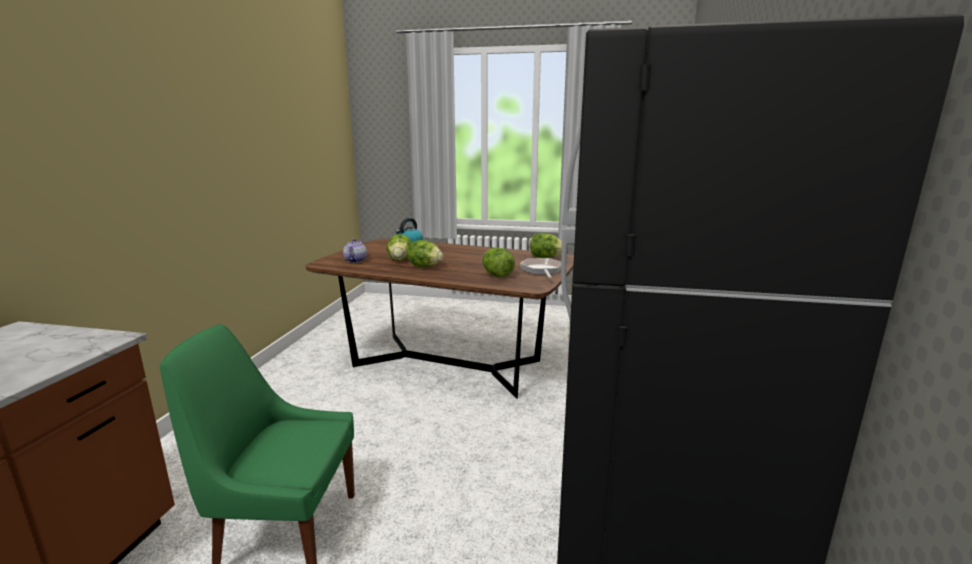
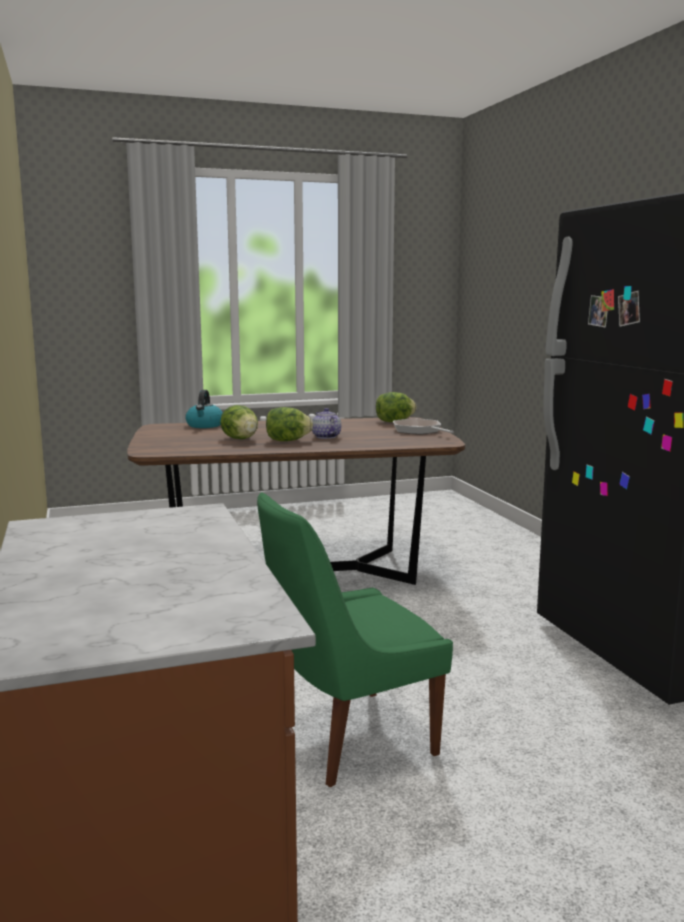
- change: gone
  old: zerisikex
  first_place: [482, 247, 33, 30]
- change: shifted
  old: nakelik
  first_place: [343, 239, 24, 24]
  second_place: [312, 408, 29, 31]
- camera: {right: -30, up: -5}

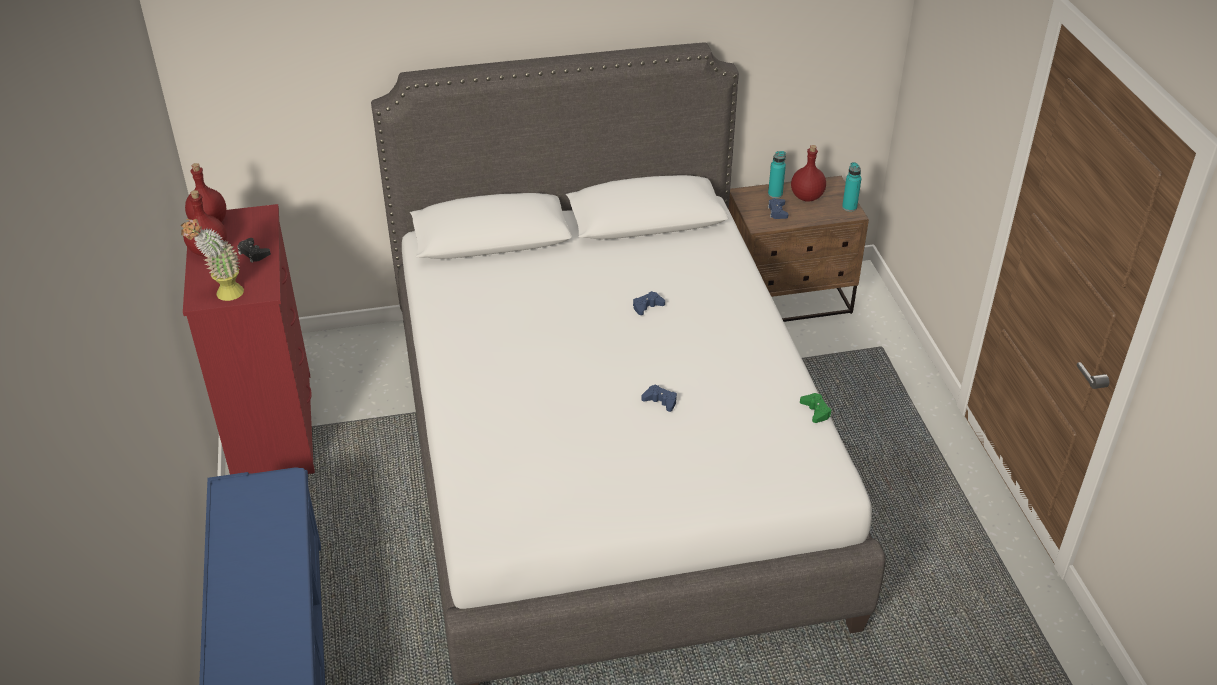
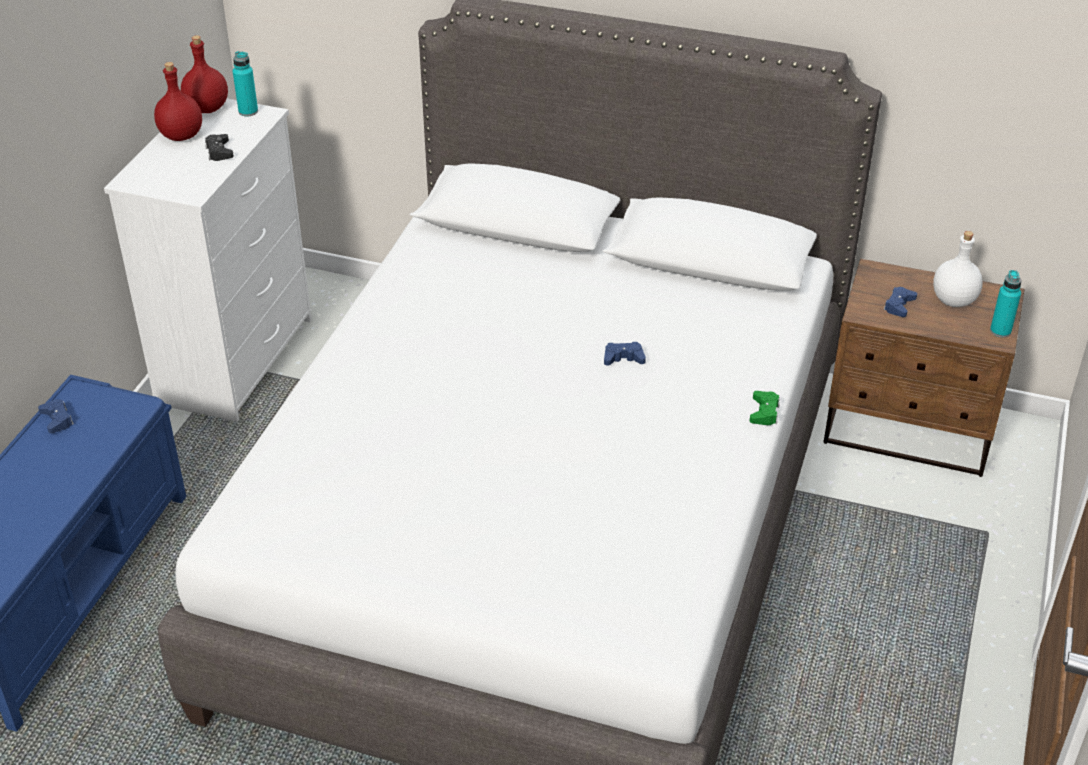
- change: gone
  old: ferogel
  first_place: [181, 219, 63, 82]
- change: shifted
  old: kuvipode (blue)
  first_place: [641, 385, 36, 27]
  second_place: [38, 399, 36, 34]
- change: shifted
  old: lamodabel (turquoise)
  first_place: [768, 151, 18, 47]
  second_place: [233, 51, 25, 66]
- change: shifted
  old: kuvipode (green)
  first_place: [800, 393, 32, 30]
  second_place: [750, 391, 30, 34]
- change: repainted
  old: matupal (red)
  new: matupal (white)
  first_place: [183, 204, 132, 270]
  second_place: [104, 99, 208, 323]
- change: repainted
  old: lamodabel (red)
  new: lamodabel (white)
  first_place: [791, 145, 35, 57]
  second_place: [933, 231, 50, 76]
- camera: {right: 30, up: 0}

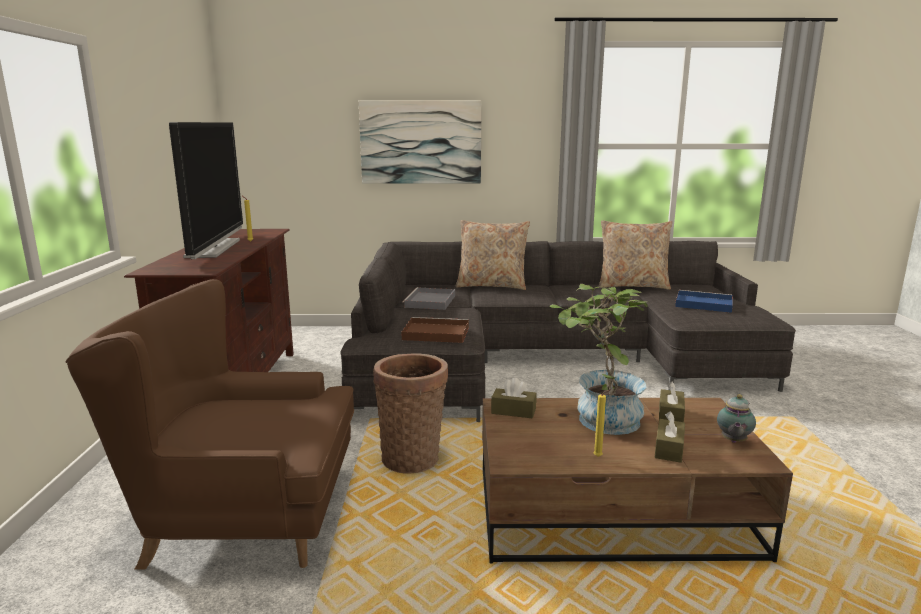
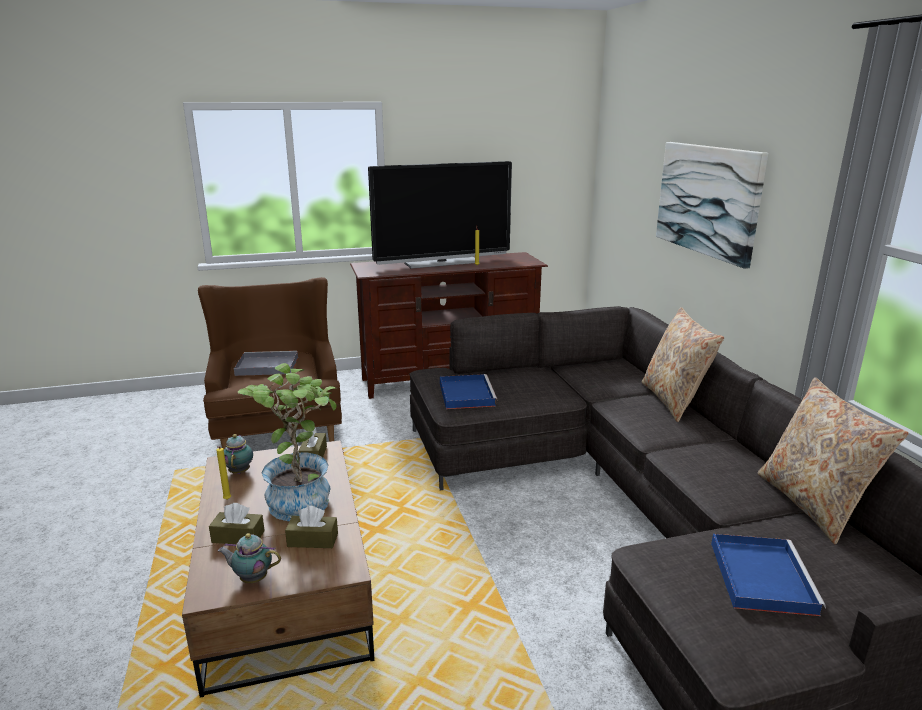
- change: gone
  old: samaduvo
  first_place: [373, 354, 75, 120]
- change: new
  new: nakelik
  second_place: [224, 434, 29, 40]
- change: shifted
  old: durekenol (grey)
  first_place: [403, 287, 52, 23]
  second_place: [234, 351, 64, 25]
- change: repainted
  old: durekenol (brown)
  new: durekenol (blue)
  first_place: [402, 317, 67, 26]
  second_place: [440, 374, 58, 35]
- camera: {right: 75, up: 5}

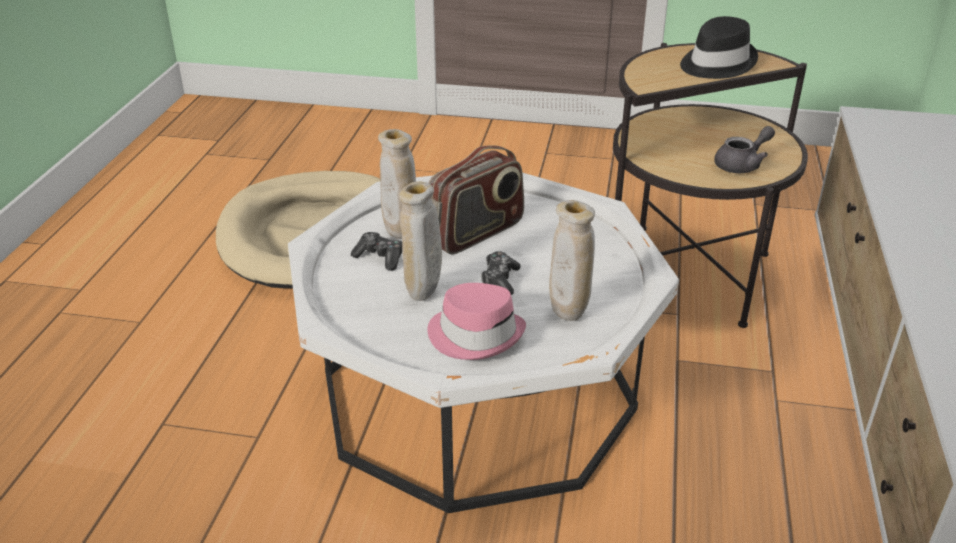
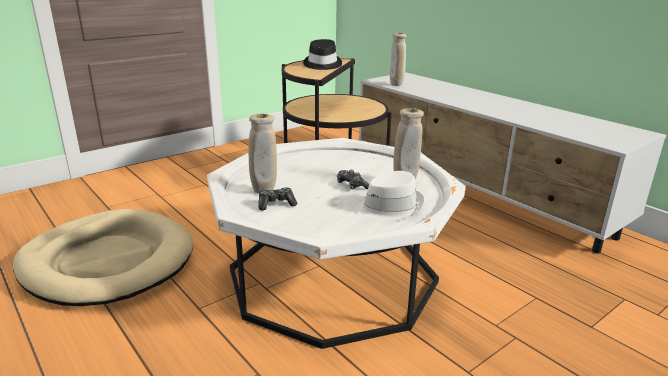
- change: gone
  old: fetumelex
  first_place: [429, 145, 95, 109]
- change: gone
  old: nakelik (grey)
  first_place: [714, 126, 61, 47]
- change: shifted
  old: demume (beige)
  first_place: [399, 181, 43, 120]
  second_place: [390, 33, 16, 53]
- change: repainted
  old: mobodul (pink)
  new: mobodul (white)
  first_place: [428, 283, 98, 77]
  second_place: [356, 171, 68, 50]
- camera: {right: -50, up: -10}

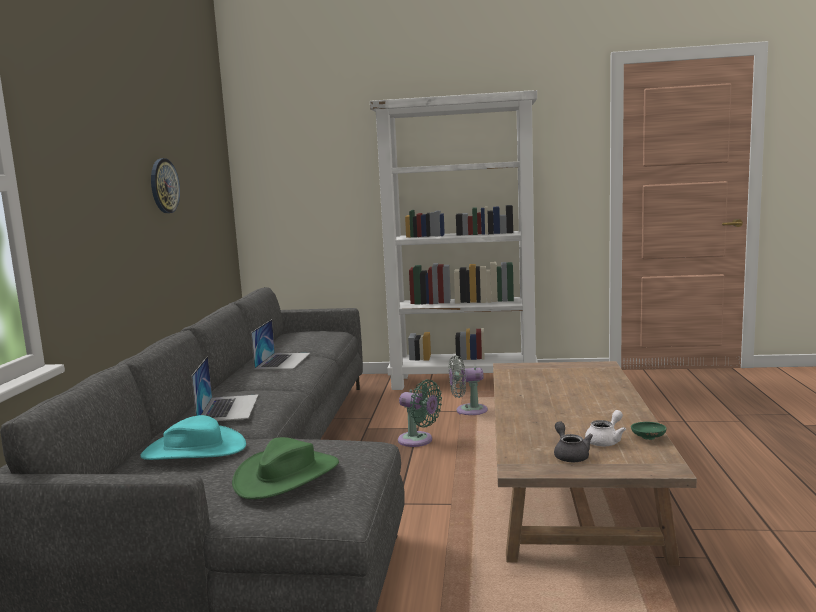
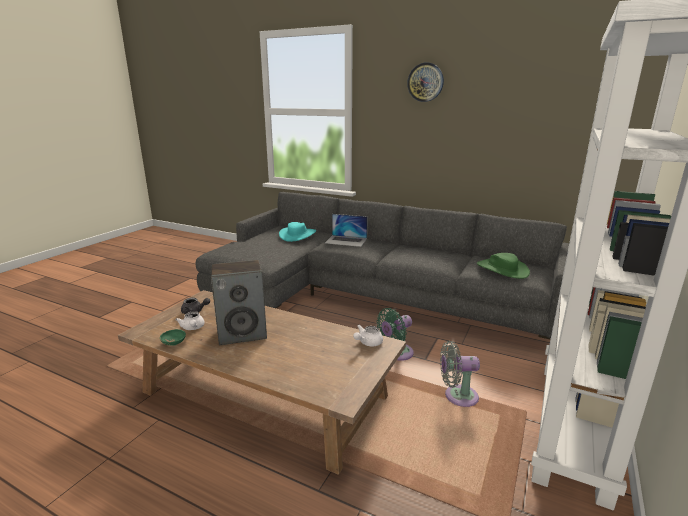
- change: gone
  old: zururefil
  first_place: [251, 319, 59, 50]
- change: new
  new: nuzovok
  second_place: [211, 260, 56, 85]
- change: new
  new: nakelik (white)
  second_place: [353, 325, 30, 21]
- change: shifted
  old: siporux
  first_place: [151, 158, 29, 55]
  second_place: [407, 62, 37, 40]
- change: shifted
  old: mobodul (green)
  first_place: [232, 437, 107, 62]
  second_place: [477, 253, 53, 26]
- change: rotated
  old: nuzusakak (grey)
  first_place: [449, 355, 39, 60]
  second_place: [440, 341, 40, 66]
  degrees: -105
- camera: {right: 110, up: 10}

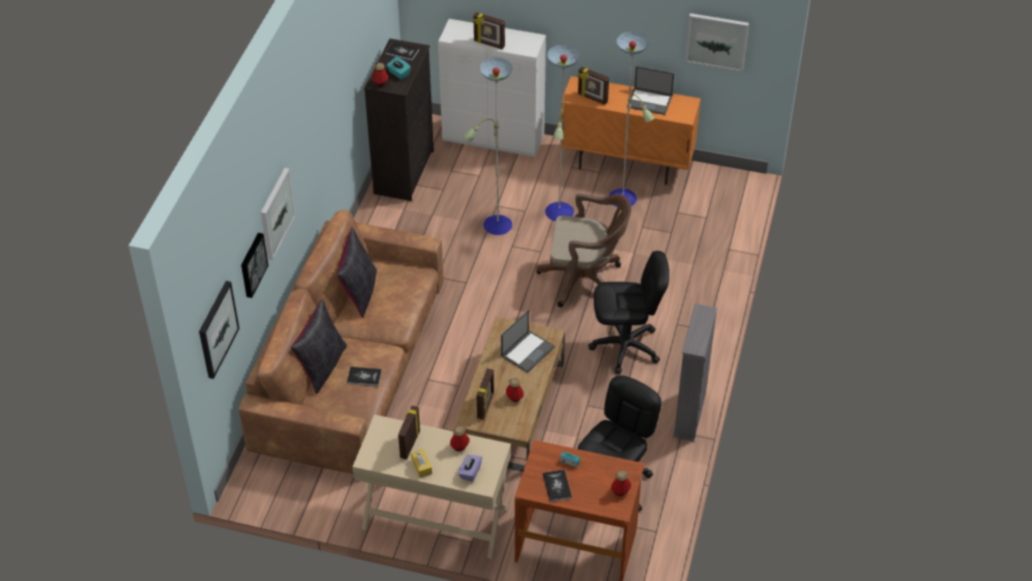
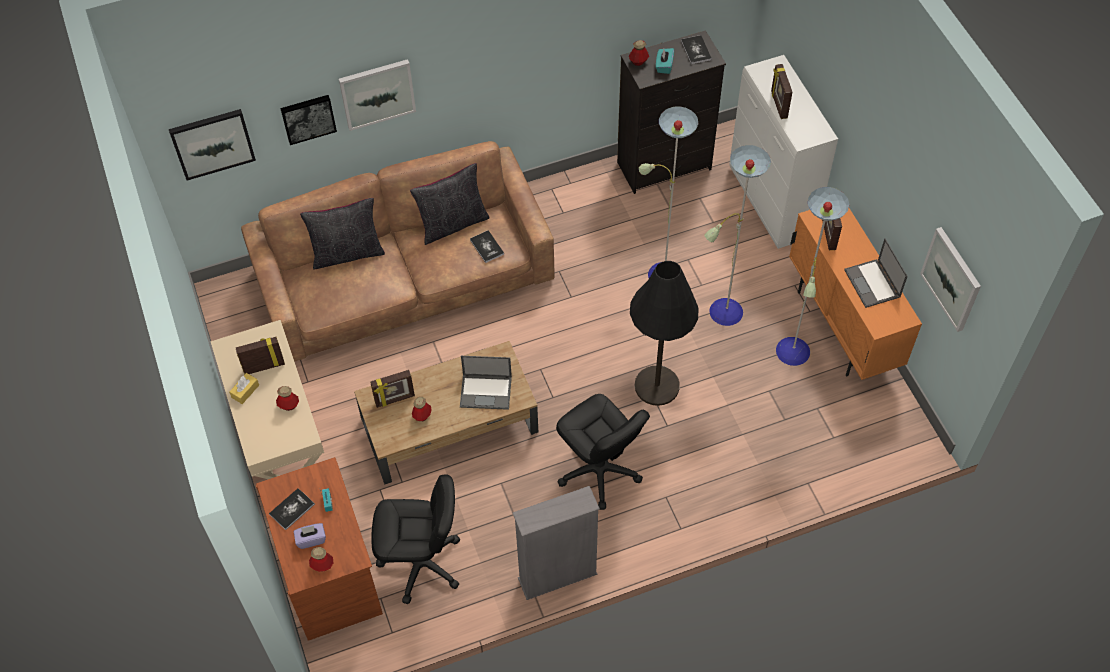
- change: shifted
  old: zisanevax
  first_place: [347, 367, 35, 19]
  second_place: [470, 230, 34, 33]
- change: shifted
  old: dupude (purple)
  first_place: [458, 455, 24, 27]
  second_place: [294, 523, 32, 26]
- change: swapped
  old: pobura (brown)
  new: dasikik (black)
  first_place: [536, 194, 95, 113]
  second_place: [630, 261, 69, 145]
- camera: {right: 55, up: 10}

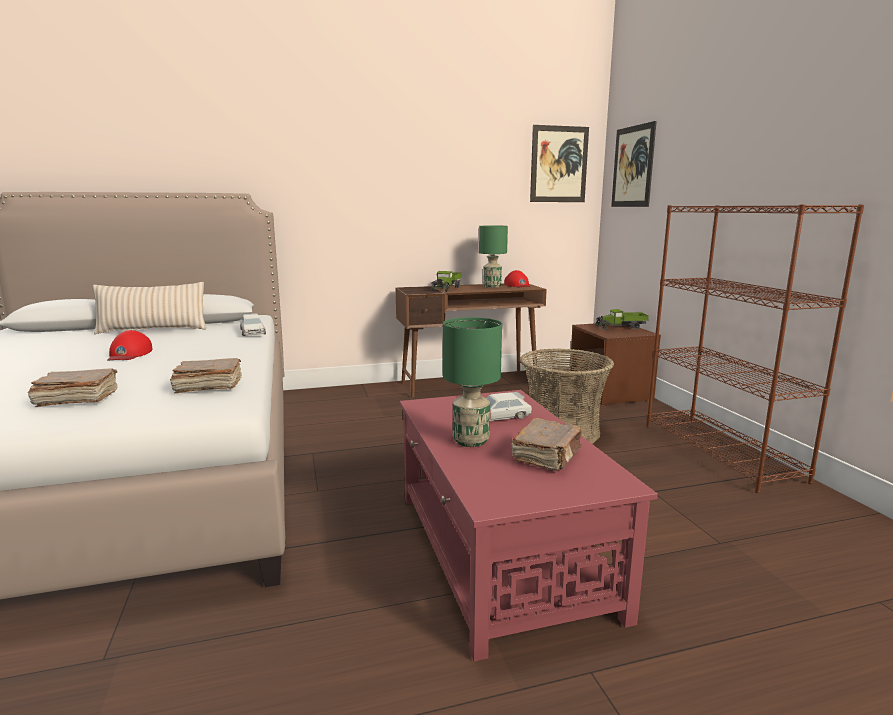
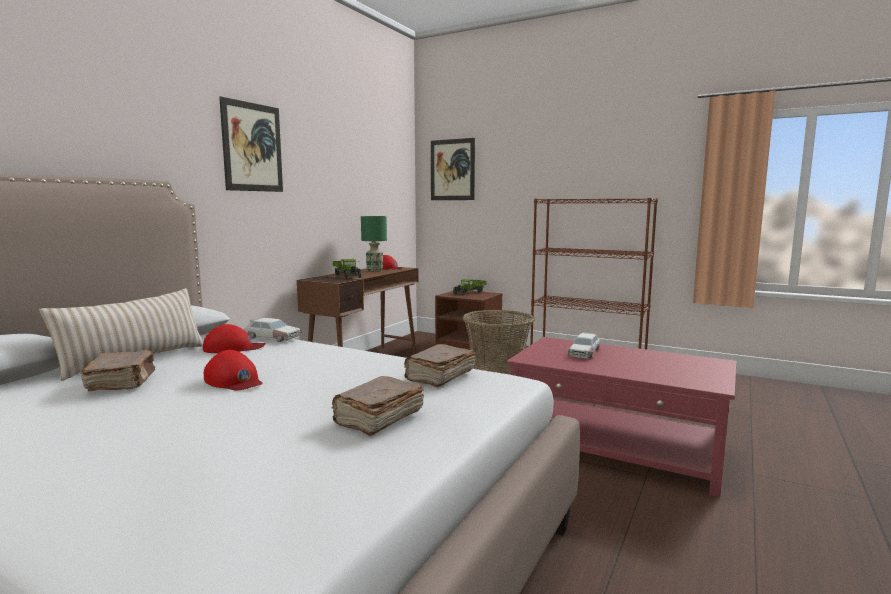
- change: gone
  old: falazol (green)
  first_place: [443, 317, 59, 130]
- change: new
  new: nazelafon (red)
  second_place: [203, 324, 63, 29]
- change: shifted
  old: zisanevax (brown)
  first_place: [511, 418, 71, 53]
  second_place: [81, 350, 74, 41]
- change: shifted
  old: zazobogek
  first_place: [530, 125, 59, 77]
  second_place: [219, 96, 64, 96]
- camera: {right: -45, up: -5}

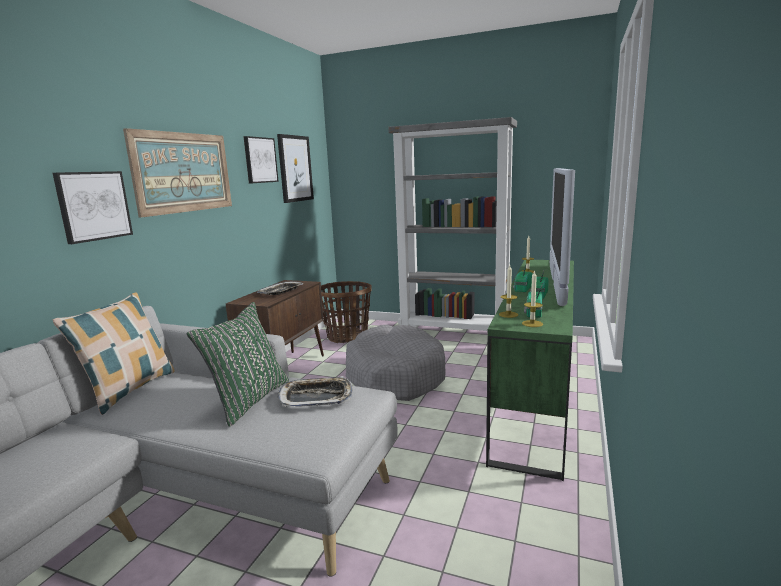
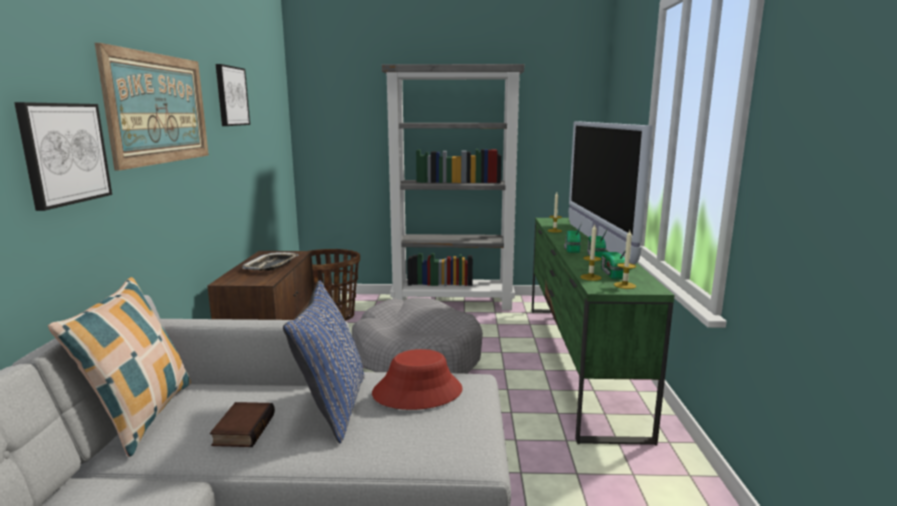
- change: gone
  old: zazobogek
  first_place: [277, 134, 37, 69]
- change: new
  new: zisanevax
  second_place: [210, 402, 65, 45]
- change: swapped
  old: durekenol
  new: mobodul (red)
  first_place: [277, 376, 76, 31]
  second_place: [372, 349, 91, 61]
- change: repainted
  old: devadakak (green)
  new: devadakak (blue)
  first_place: [187, 302, 102, 125]
  second_place: [283, 281, 82, 162]
- camera: {right: -20, up: 0}

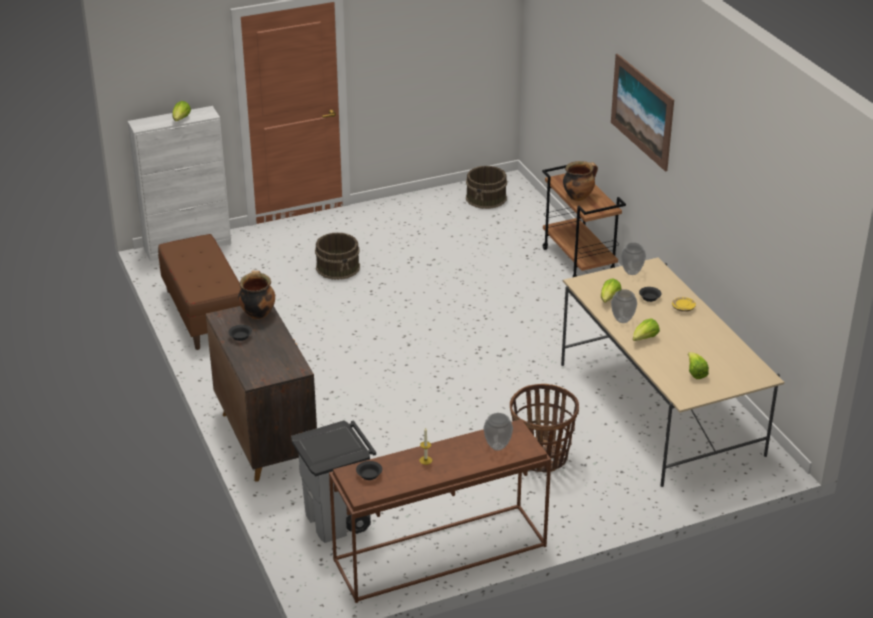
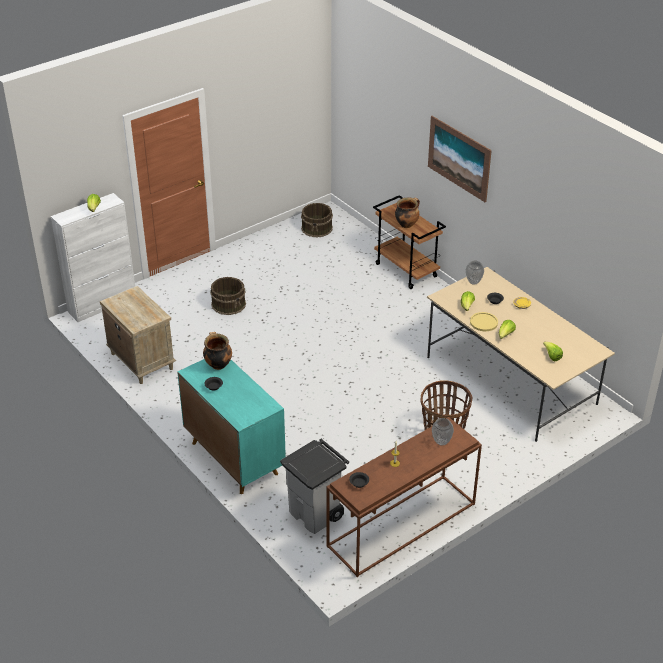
- change: swapped
  old: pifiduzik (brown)
  new: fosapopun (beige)
  first_place: [158, 234, 83, 116]
  second_place: [100, 286, 76, 98]
- change: swapped
  old: demume
  new: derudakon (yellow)
  first_place: [611, 289, 26, 34]
  second_place: [470, 312, 28, 19]
- change: repainted
  old: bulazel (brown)
  new: bulazel (turquoise)
  first_place: [206, 306, 111, 176]
  second_place: [177, 359, 109, 135]
- camera: {right: -15, up: 5}

